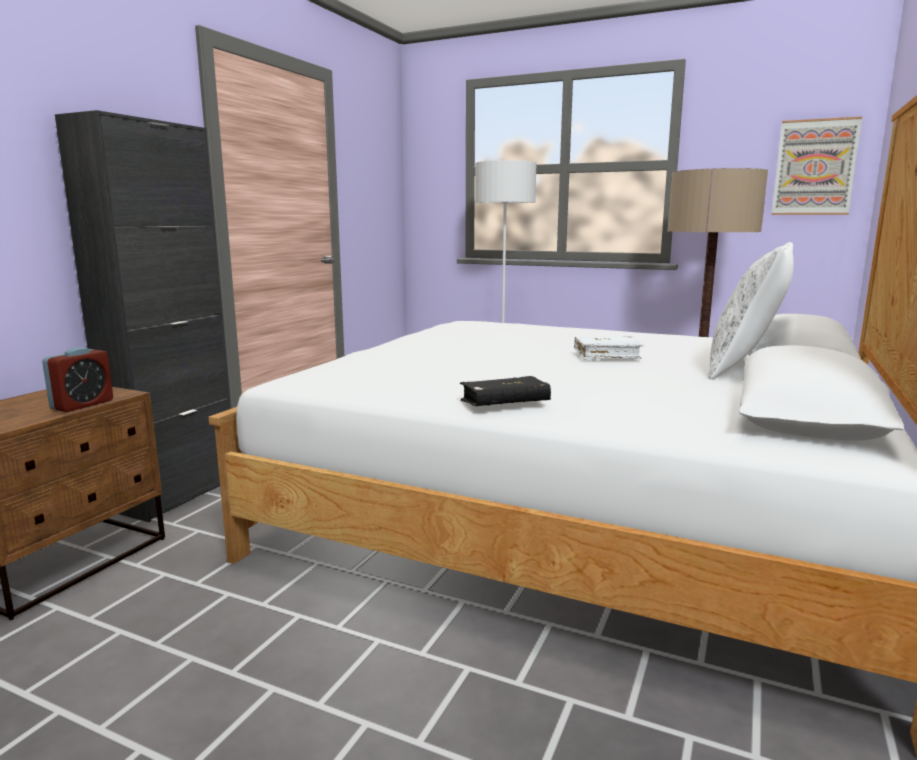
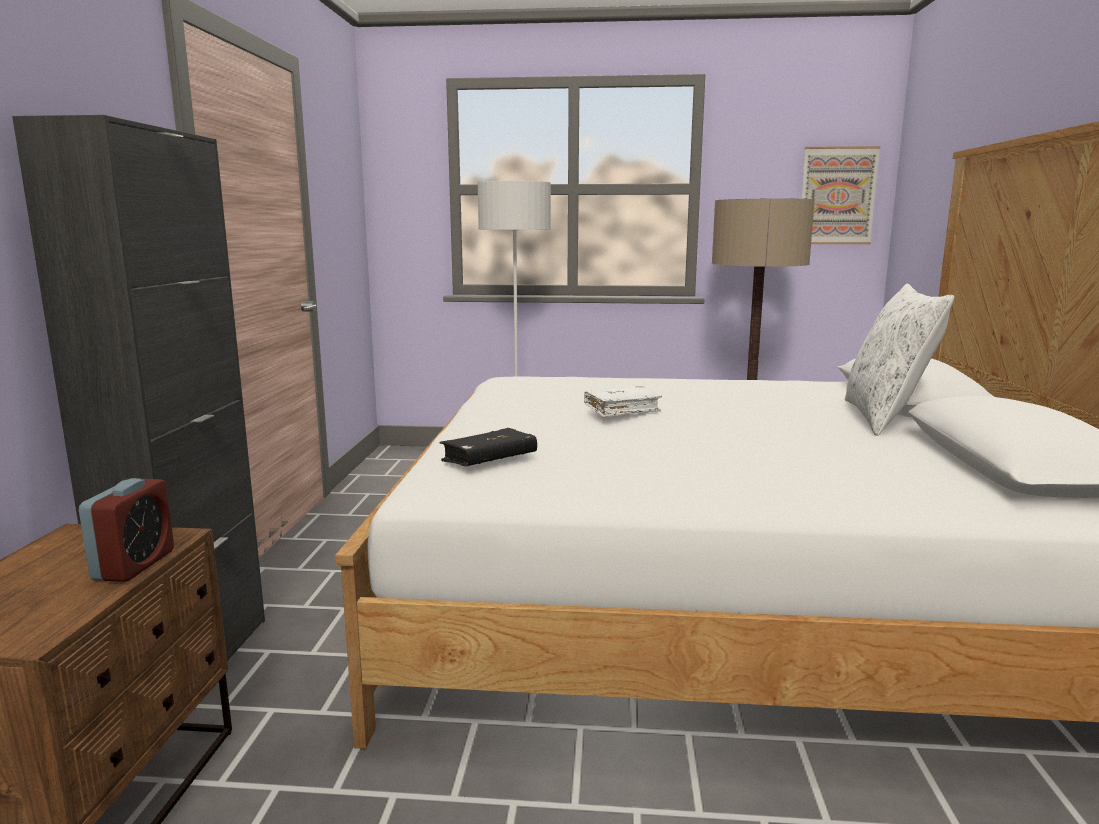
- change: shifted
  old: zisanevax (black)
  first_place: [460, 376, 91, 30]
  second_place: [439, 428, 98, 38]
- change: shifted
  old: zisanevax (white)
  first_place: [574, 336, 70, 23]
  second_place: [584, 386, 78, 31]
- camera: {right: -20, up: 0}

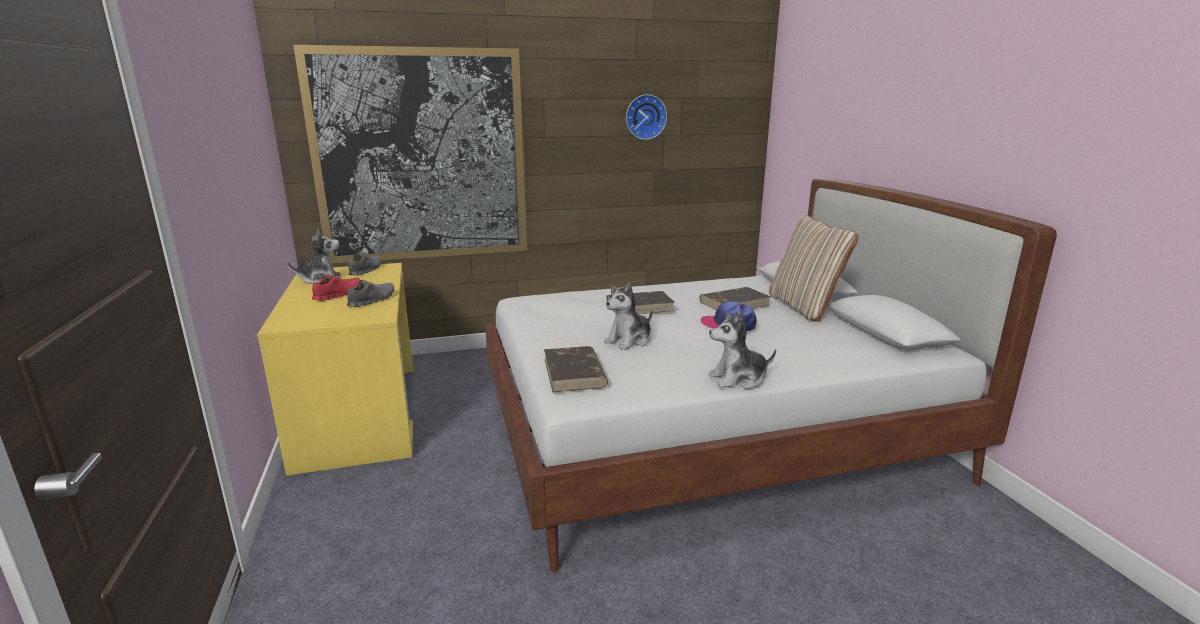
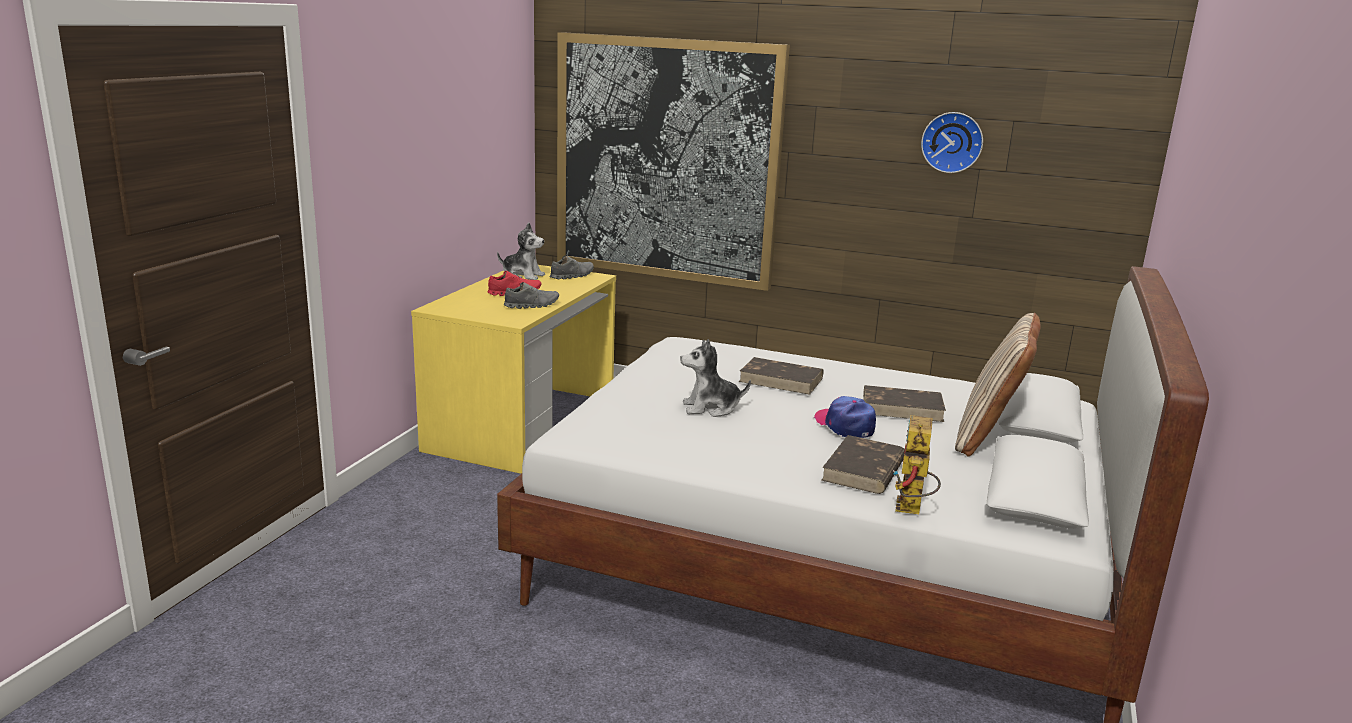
- change: gone
  old: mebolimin
  first_place: [709, 312, 67, 77]
- change: new
  new: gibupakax
  second_place: [893, 415, 48, 99]
- change: shifted
  old: zisanevax (brown)
  first_place: [544, 346, 64, 46]
  second_place: [821, 435, 84, 59]
- camera: {right: 35, up: 0}

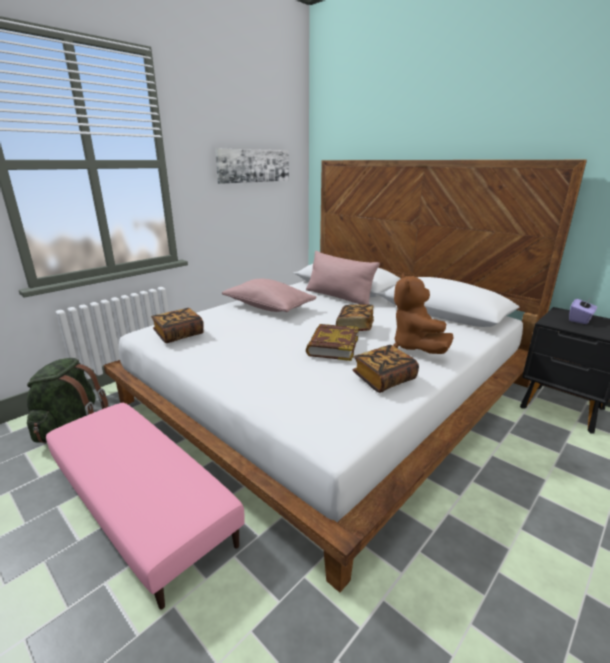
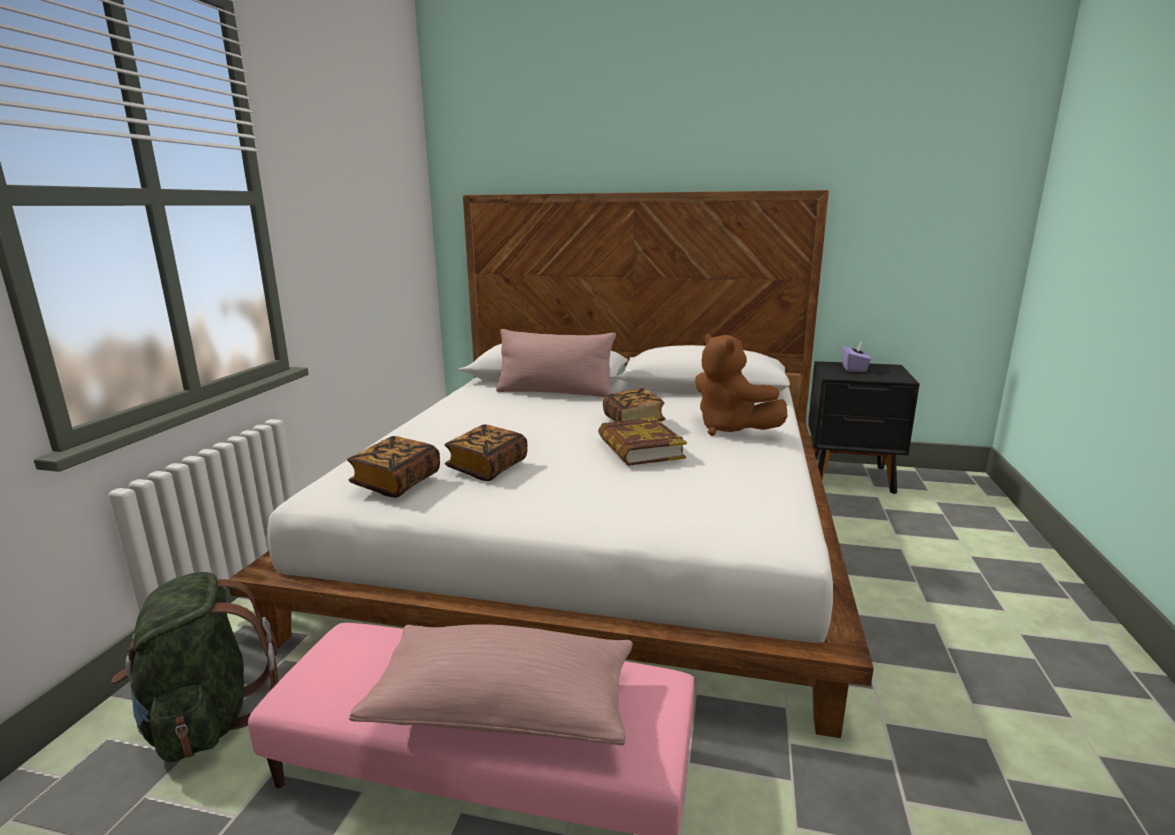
- change: gone
  old: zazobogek
  first_place: [215, 149, 74, 35]
- change: shifted
  old: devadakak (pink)
  first_place: [222, 279, 95, 33]
  second_place: [349, 624, 284, 122]
- change: shifted
  old: zisanevax
  first_place: [353, 345, 66, 48]
  second_place: [444, 424, 83, 57]
- camera: {right: -30, up: -5}

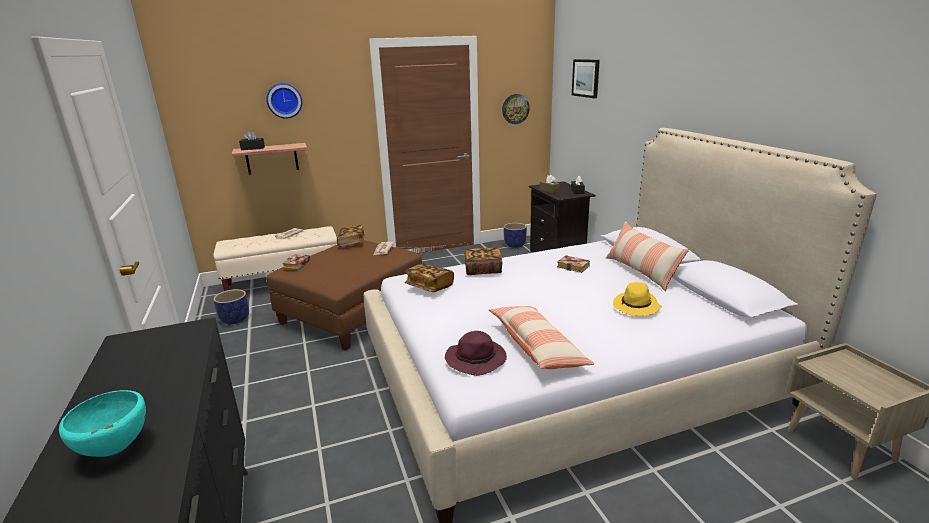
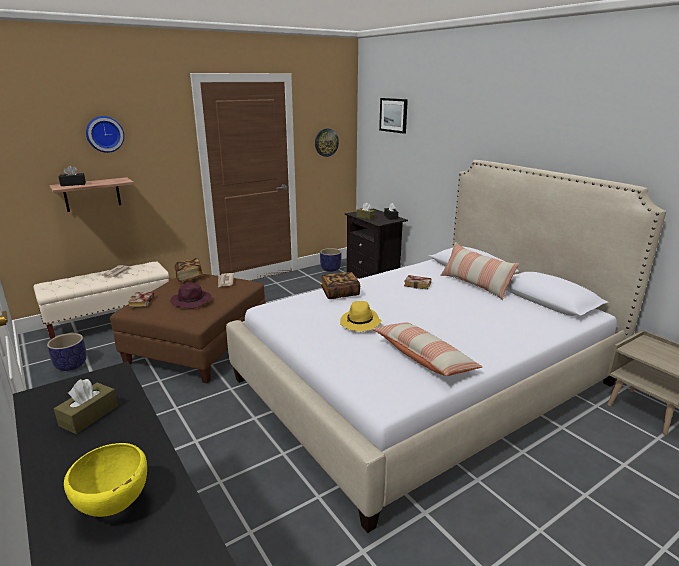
- change: gone
  old: zisanevax
  first_place: [405, 263, 49, 29]
- change: new
  new: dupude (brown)
  second_place: [54, 379, 64, 55]
- change: shifted
  old: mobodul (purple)
  first_place: [445, 331, 62, 45]
  second_place: [170, 283, 41, 26]
- change: shifted
  old: mobodul (yellow)
  first_place: [613, 282, 49, 34]
  second_place: [340, 301, 42, 30]
- change: repainted
  old: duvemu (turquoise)
  new: duvemu (yellow)
  first_place: [59, 390, 87, 67]
  second_place: [64, 443, 83, 74]
- camera: {right: -15, up: 0}

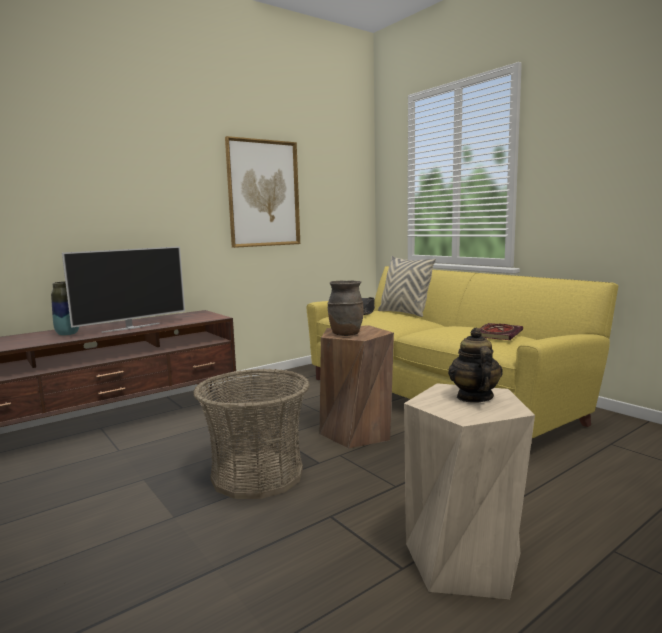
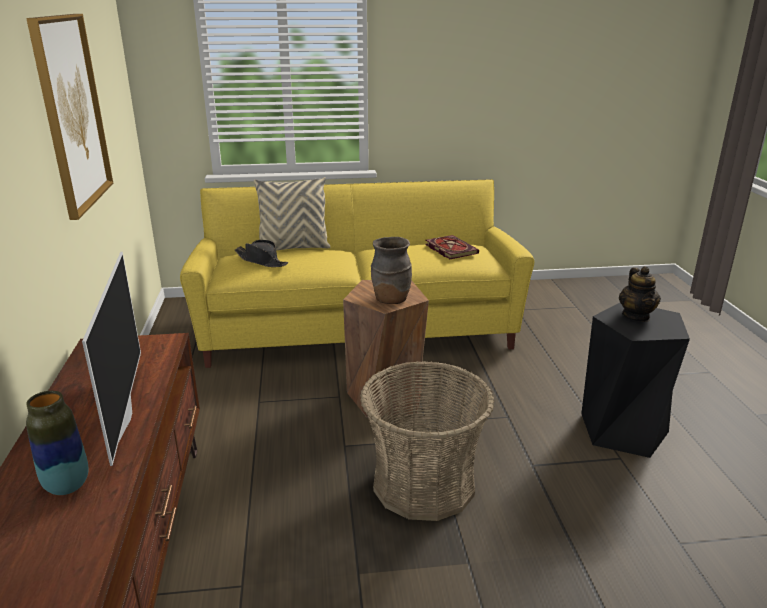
- change: repainted
  old: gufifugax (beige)
  new: gufifugax (black)
  first_place: [404, 383, 131, 216]
  second_place: [581, 303, 109, 155]
- change: rotated
  old: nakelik
  first_place: [448, 328, 55, 75]
  second_place: [619, 266, 42, 56]
  degrees: -120
- camera: {right: -60, up: 15}

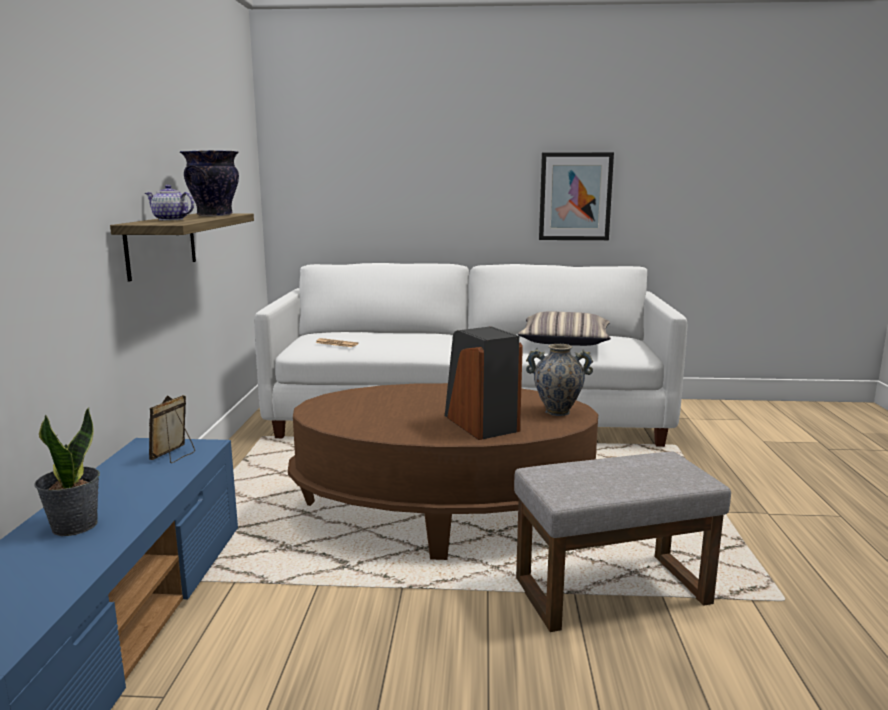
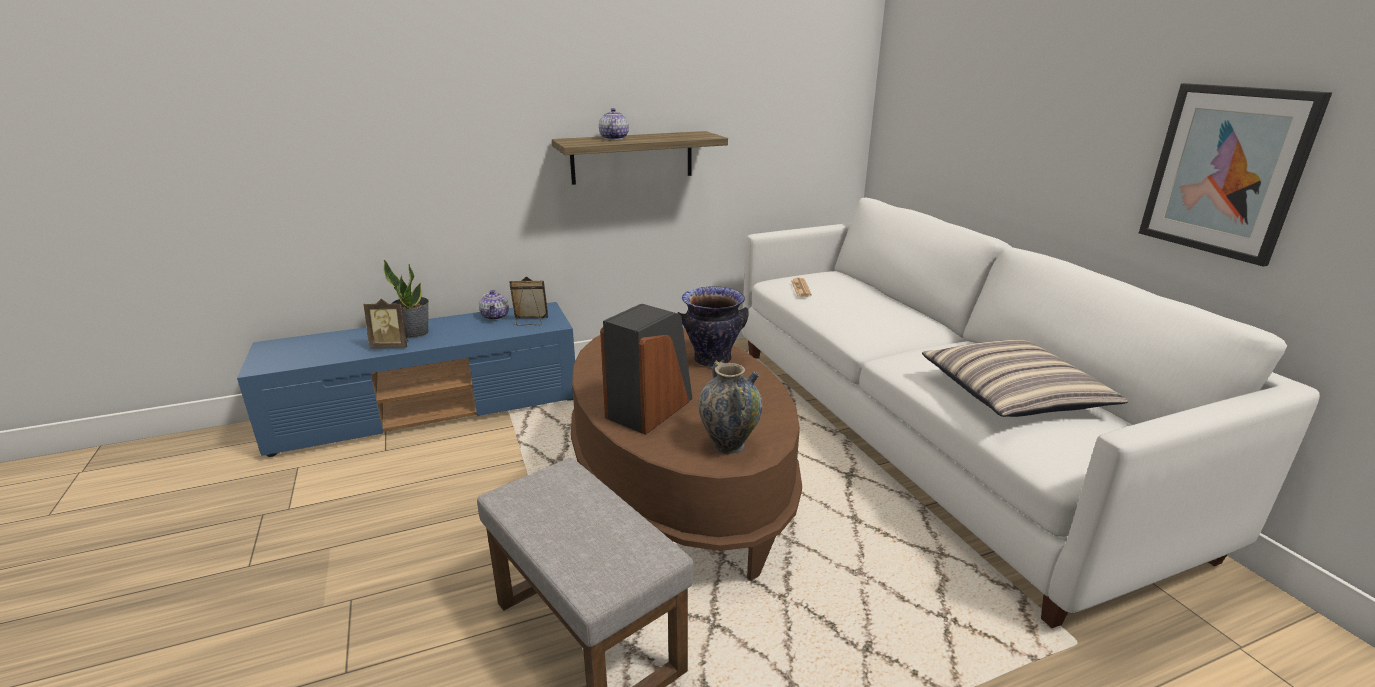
- change: new
  new: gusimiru
  second_place: [364, 299, 44, 49]
- change: new
  new: nakelik
  second_place: [479, 290, 30, 30]
- change: shifted
  old: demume
  first_place: [180, 150, 59, 66]
  second_place: [678, 287, 71, 80]
- camera: {right: 65, up: 10}

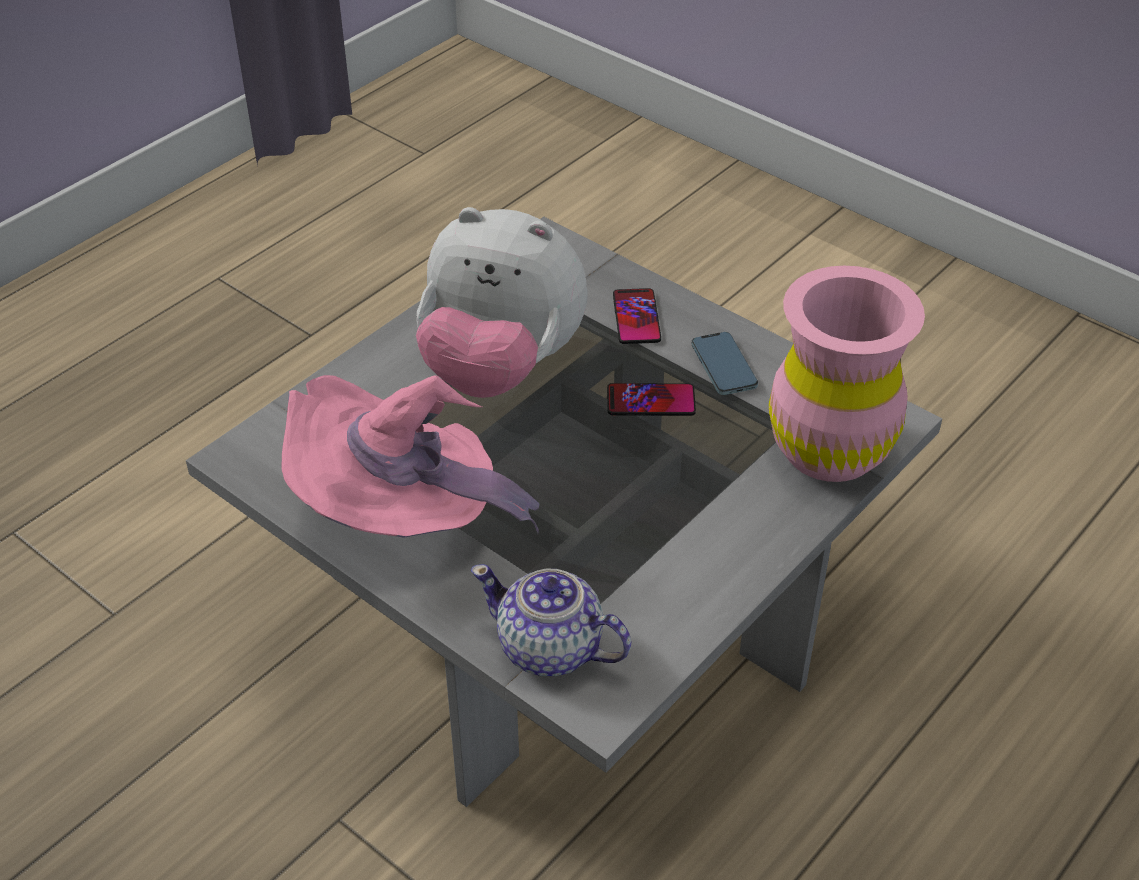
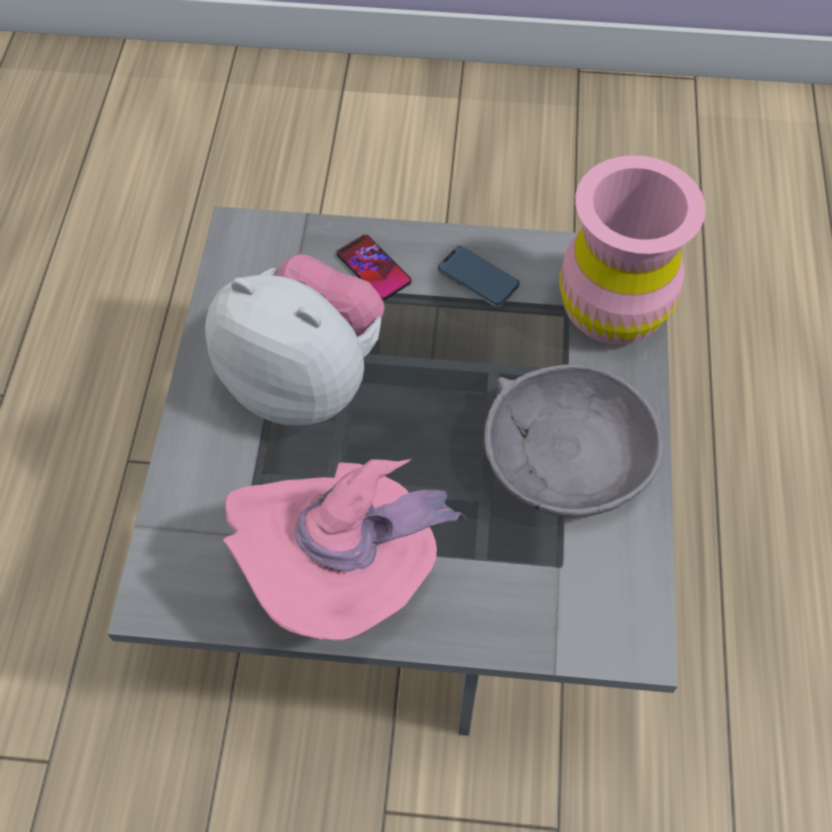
- change: gone
  old: nakelik
  first_place: [471, 564, 160, 112]
- change: gone
  old: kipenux
  first_place: [607, 383, 89, 33]
- change: new
  new: duvemu (grey)
  second_place: [484, 364, 180, 154]
- change: rotated
  old: mebolimin
  first_place: [416, 207, 172, 191]
  second_place: [205, 254, 180, 172]
  degrees: -135
- camera: {right: -35, up: 15}

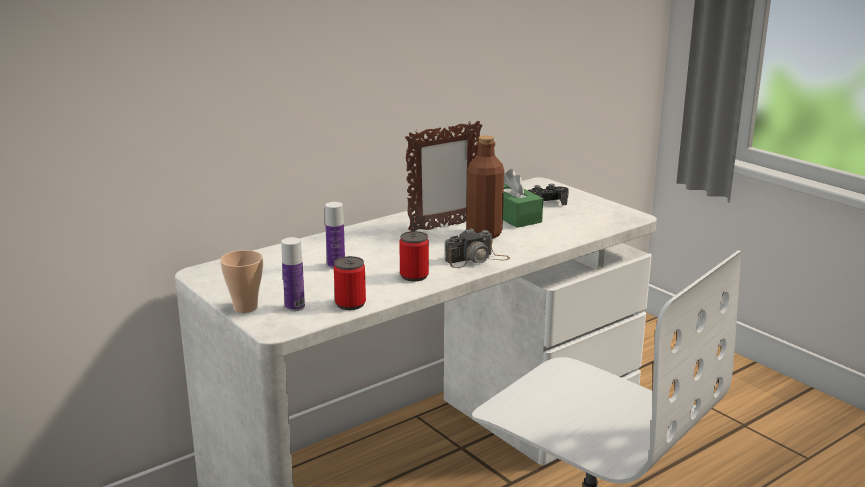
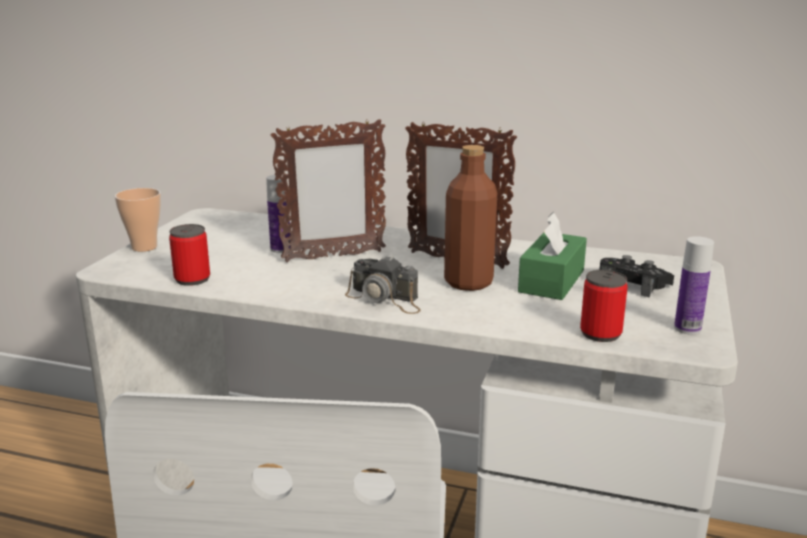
- change: new
  new: gusimiru
  second_place: [271, 119, 115, 143]
- change: shifted
  old: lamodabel
  first_place: [281, 237, 24, 75]
  second_place: [674, 236, 40, 99]
- change: shifted
  old: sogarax
  first_place: [399, 231, 30, 50]
  second_place: [580, 270, 48, 72]
- camera: {right: 55, up: 0}

